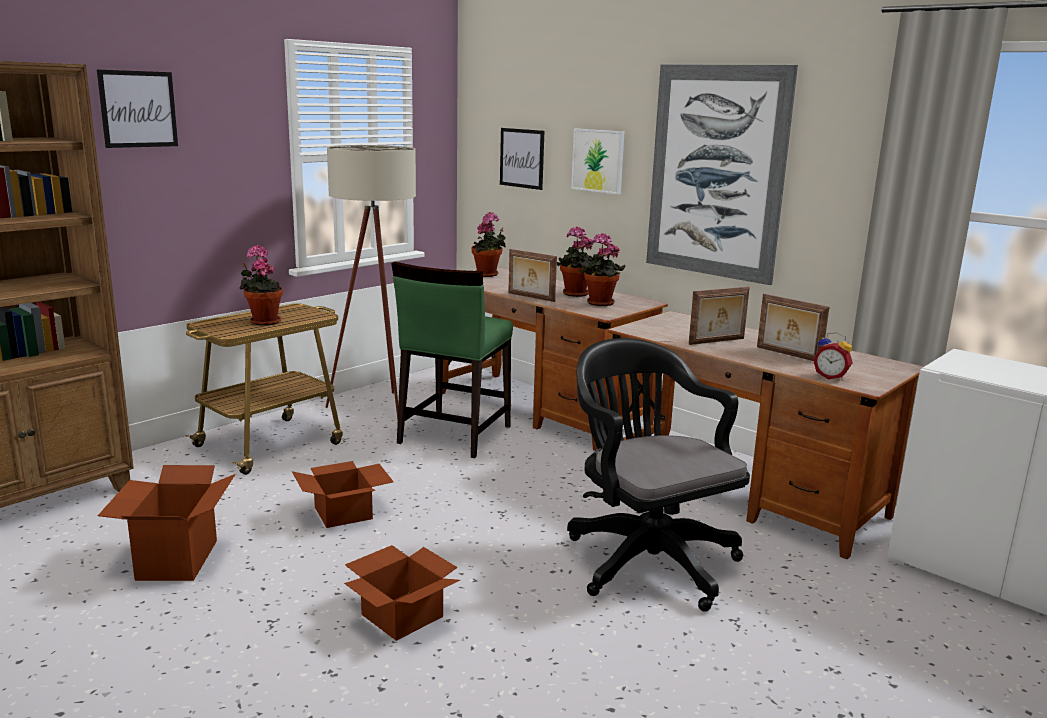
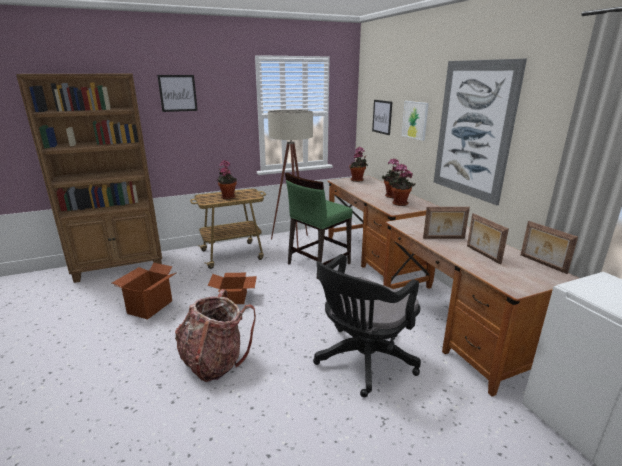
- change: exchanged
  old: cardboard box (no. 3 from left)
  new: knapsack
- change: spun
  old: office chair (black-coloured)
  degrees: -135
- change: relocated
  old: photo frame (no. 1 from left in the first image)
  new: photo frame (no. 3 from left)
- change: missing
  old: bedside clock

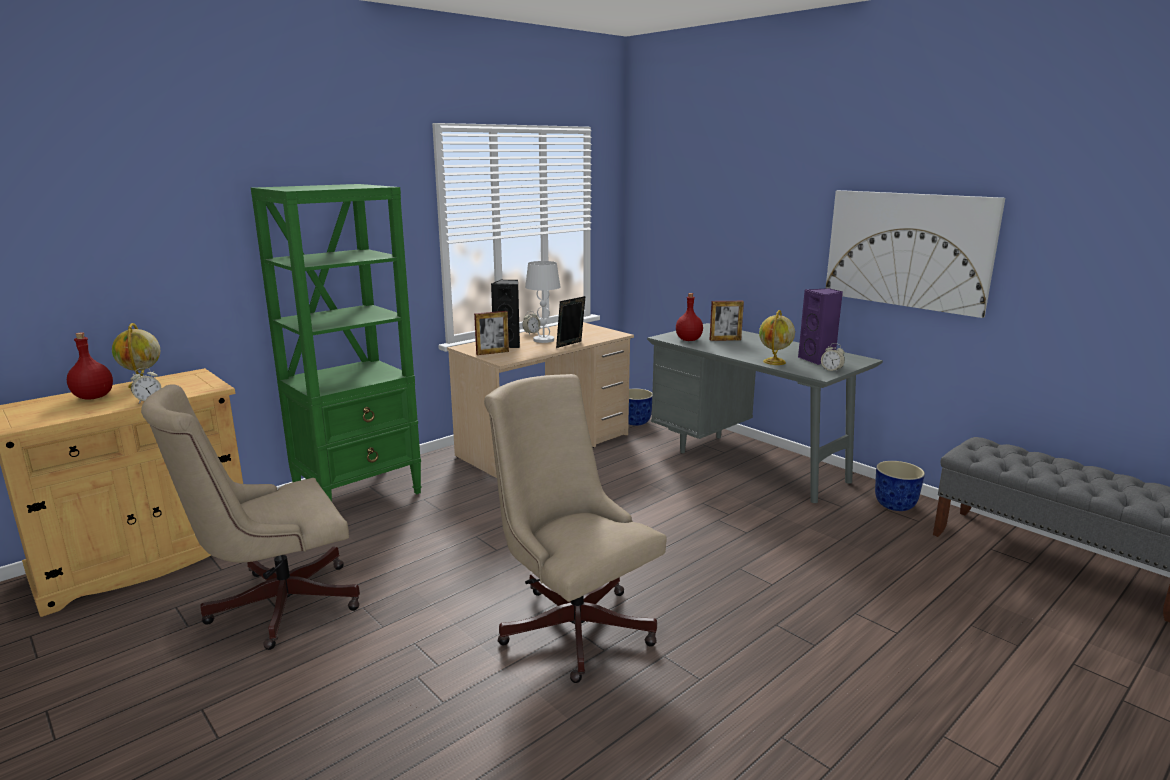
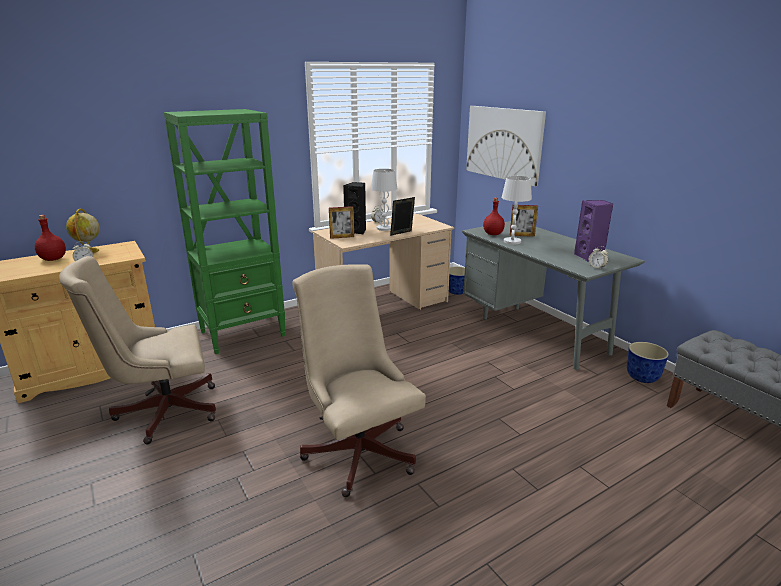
- change: relocated
  old: wall art
- change: appeared
  new: tabletop lamp (white-coloured) (no. 2 from left)
- change: missing
  old: globe (no. 2 from left)

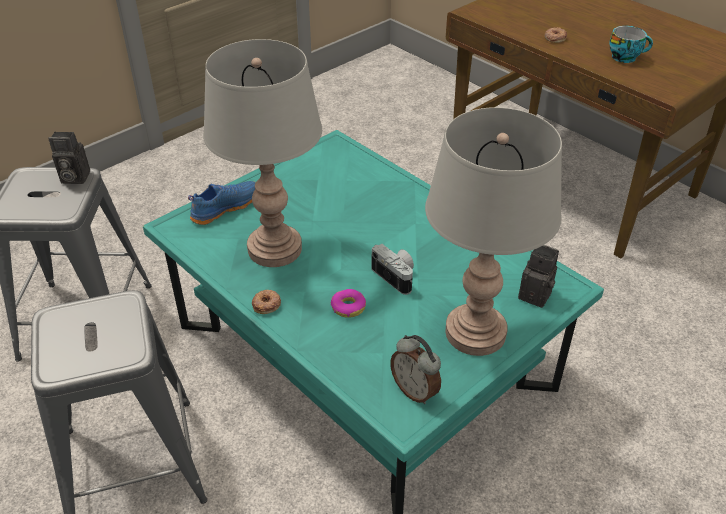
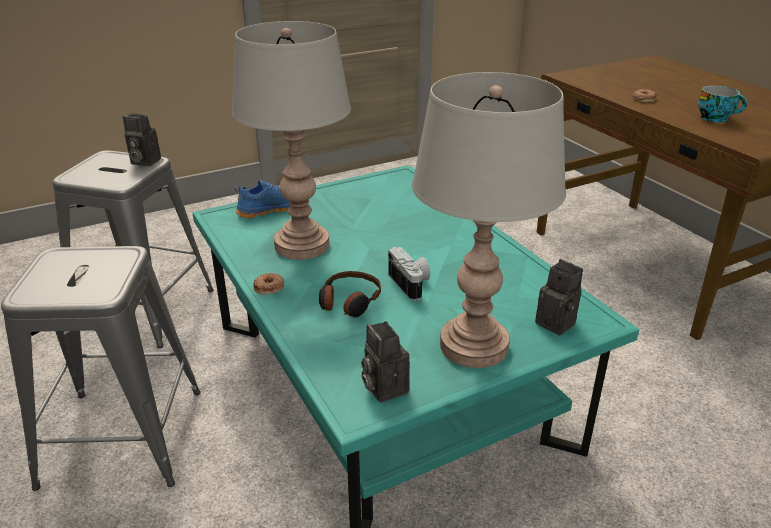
- change: exchanged
  old: donut (no. 2 from left)
  new: pair of headphones
- change: exchanged
  old: bedside clock
  new: photo camera (no. 2 from left)

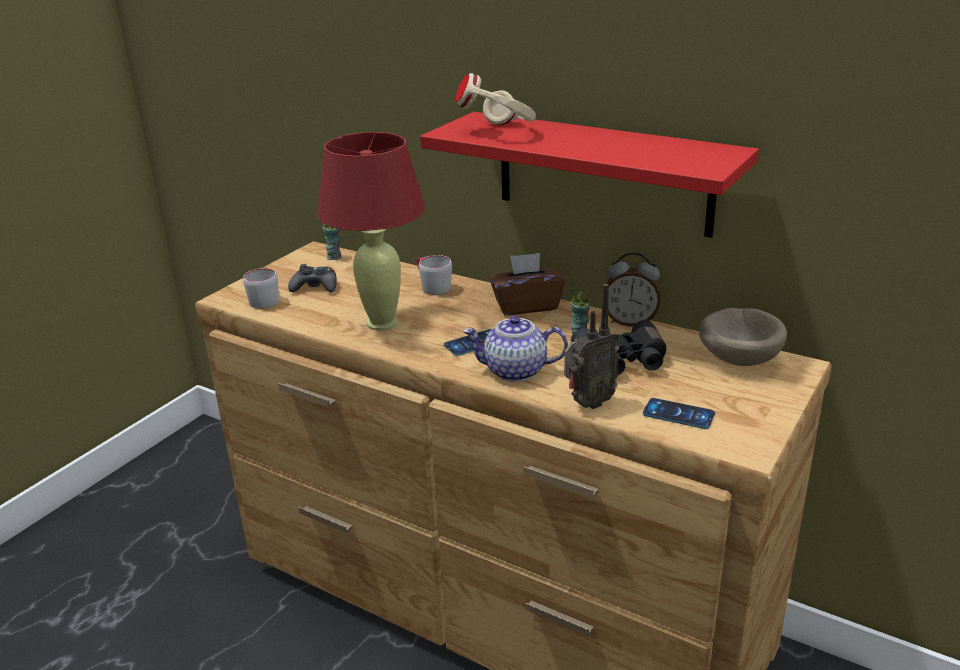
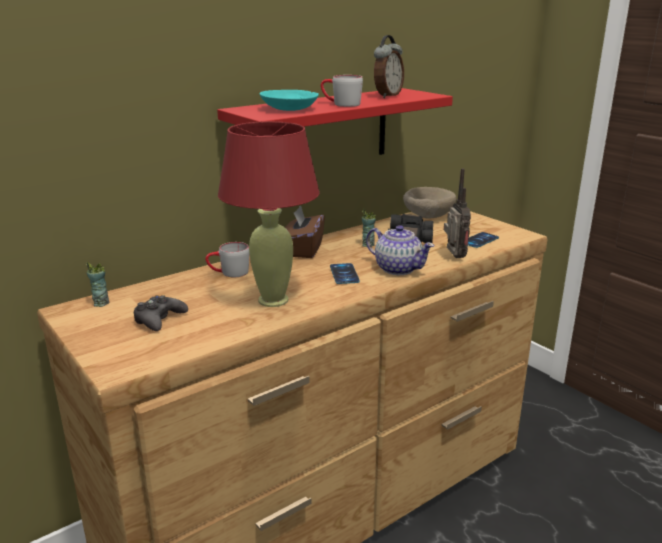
- change: exchanged
  old: pair of headphones (sand-coloured)
  new: deep dish (turquoise)
- change: relocated
  old: mug (grey) (no. 1 from left in the first image)
  new: mug (grey) (no. 2 from left)
- change: spun
  old: pot for tea
  degrees: -75
- change: relocated
  old: bedside clock

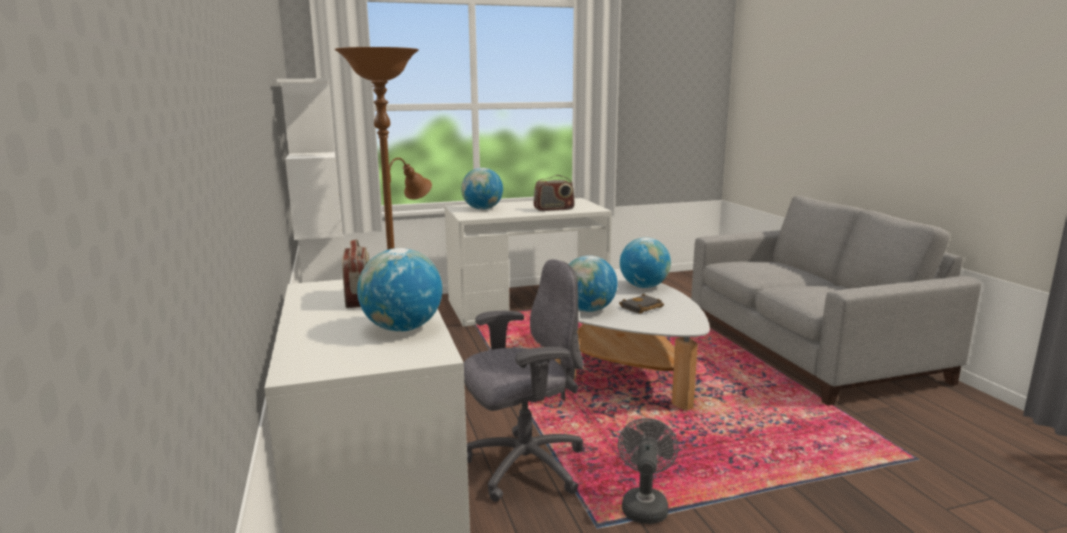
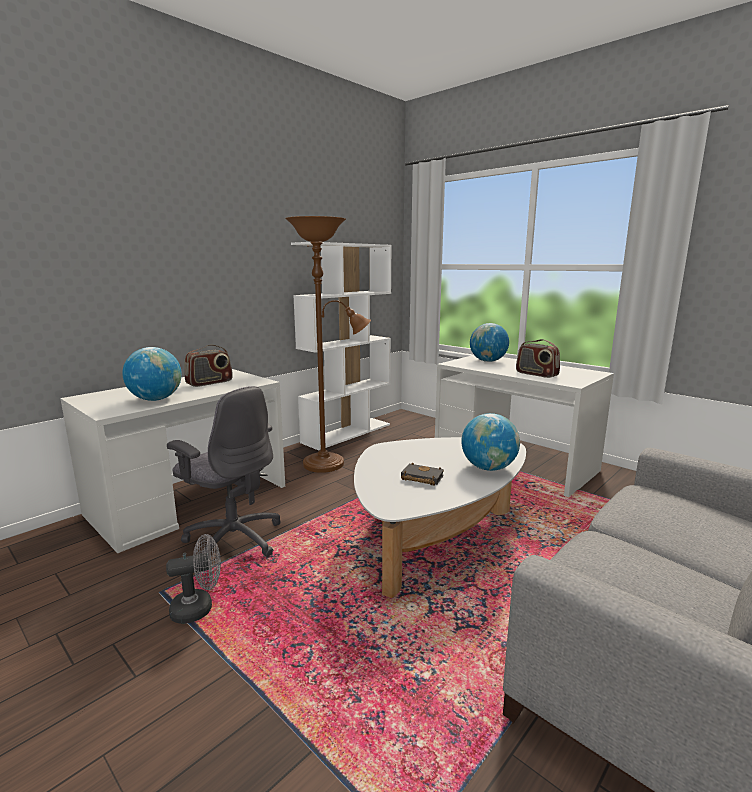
- change: missing
  old: globe (no. 3 from left)

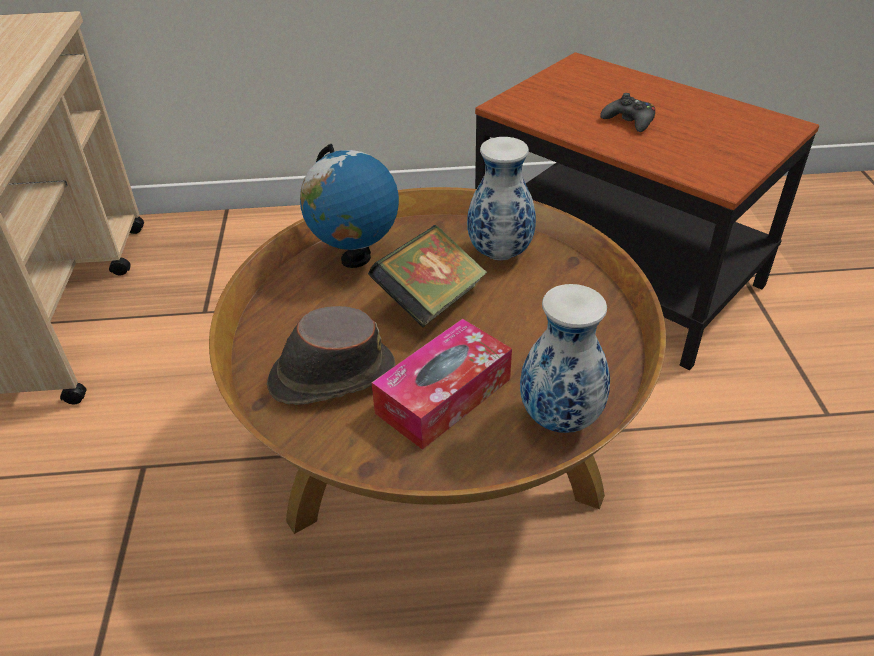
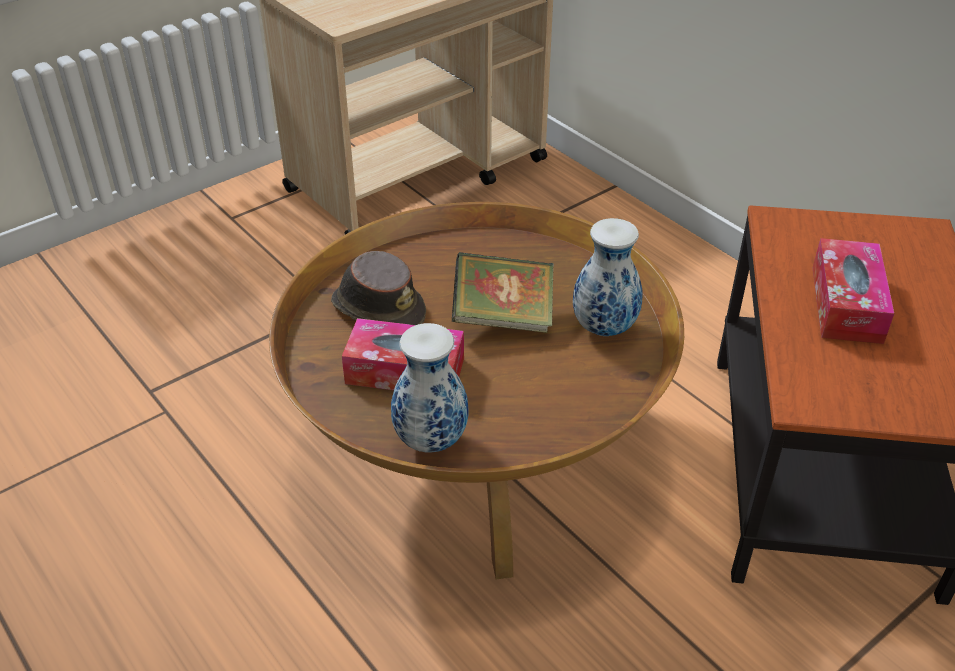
- change: exchanged
  old: gamepad (black-coloured)
  new: tissue box (no. 2 from left)
- change: missing
  old: globe

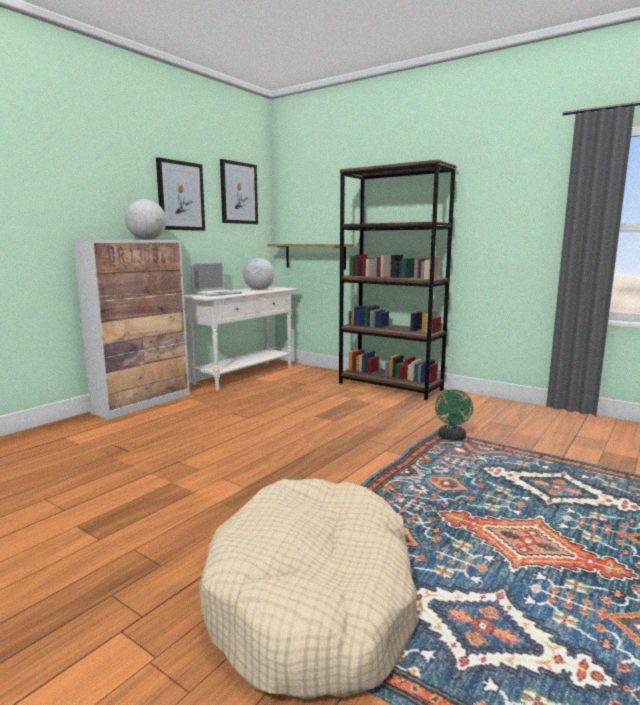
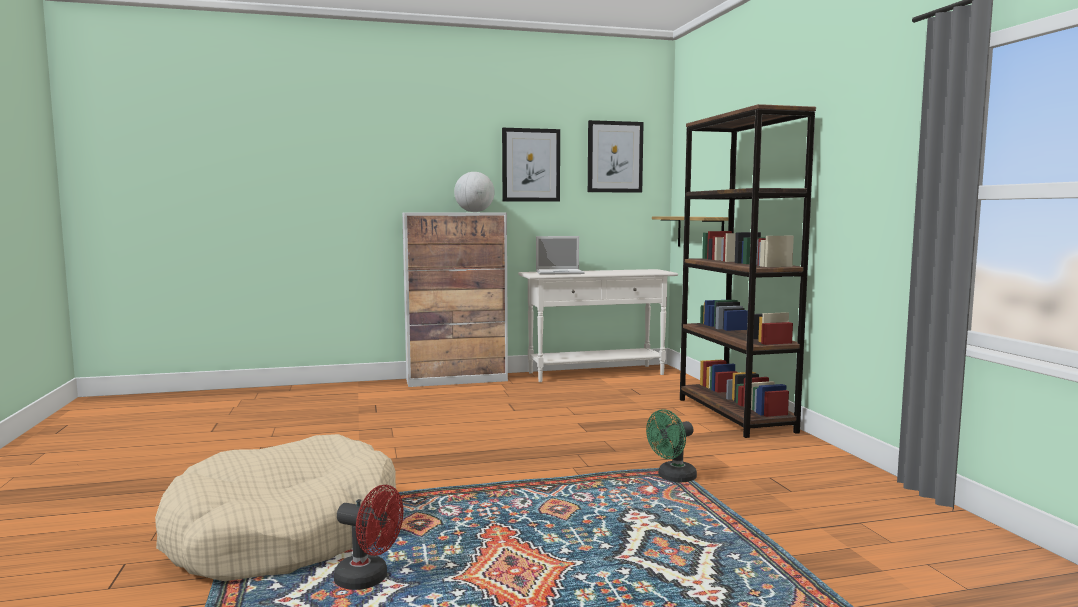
- change: appeared
  new: cooling fan (red)
- change: missing
  old: globe (no. 2 from left)

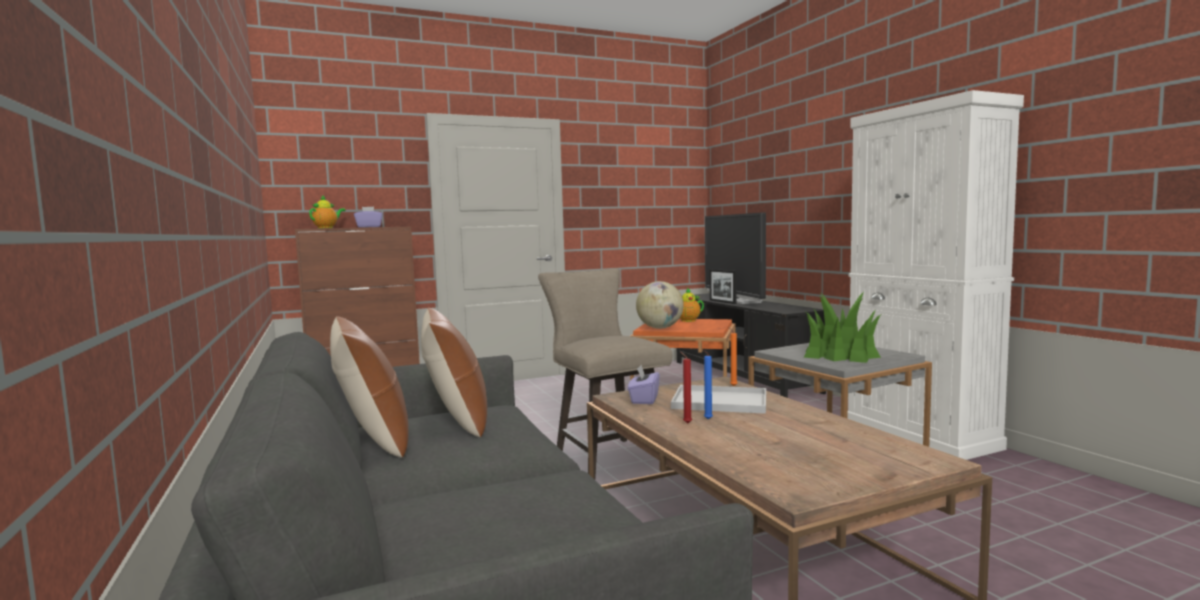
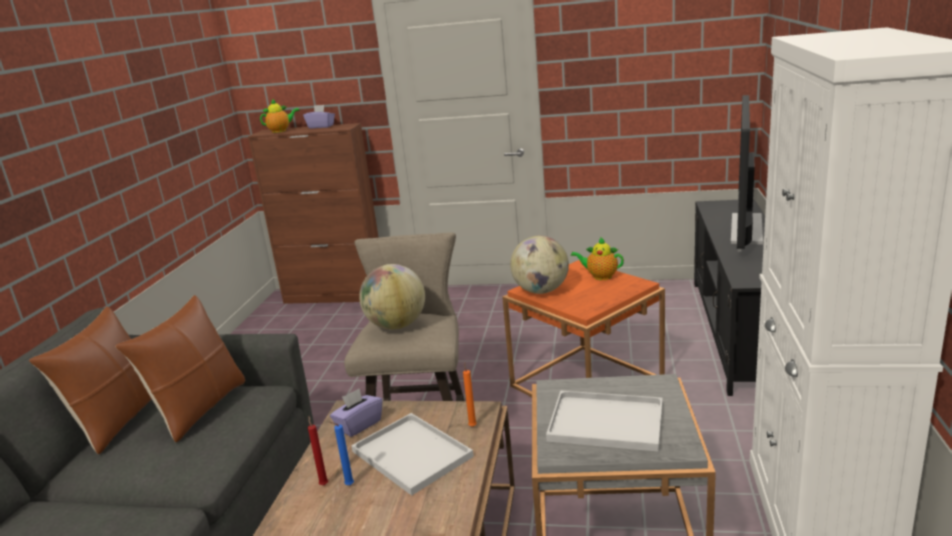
- change: appeared
  new: globe (no. 1 from left)
- change: exchanged
  old: houseplant
  new: serving tray (white-coloured) (no. 2 from left)
- change: missing
  old: photo frame

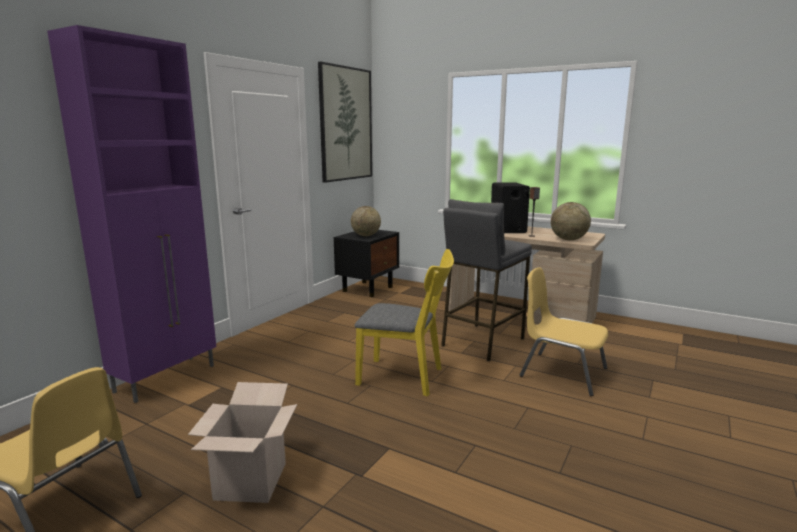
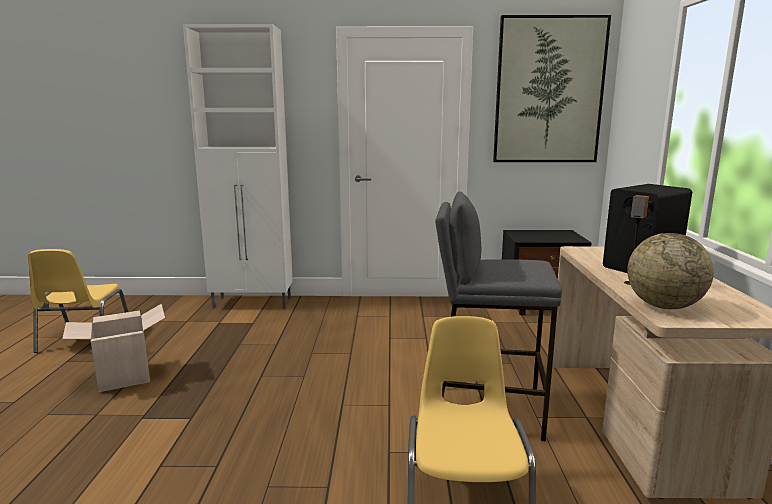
- change: colour
  old: storage cabinet (purplish)
  new: storage cabinet (white-coloured)
- change: missing
  old: globe (no. 1 from left)
- change: missing
  old: chair (yellow) (no. 2 from left)

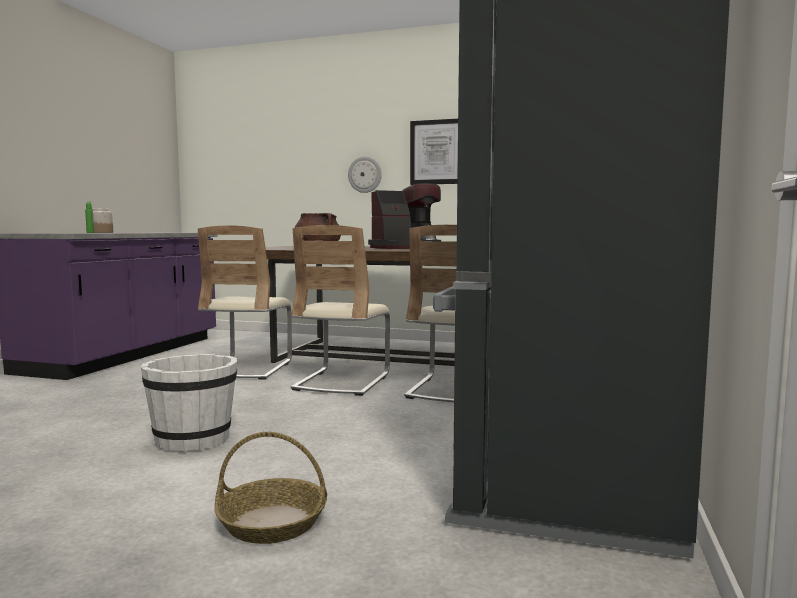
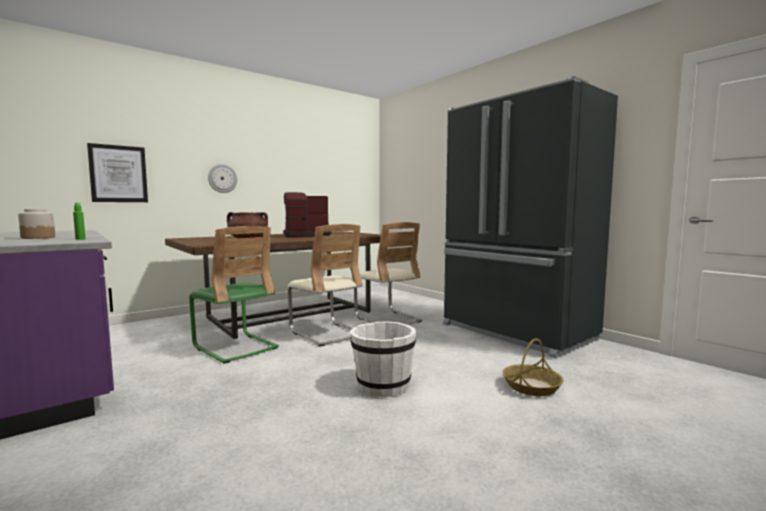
- change: relocated
  old: wall art
- change: colour
  old: chair (sand-coloured) (no. 1 from left)
  new: chair (green)
- change: spun
  old: coffee machine
  degrees: -120

